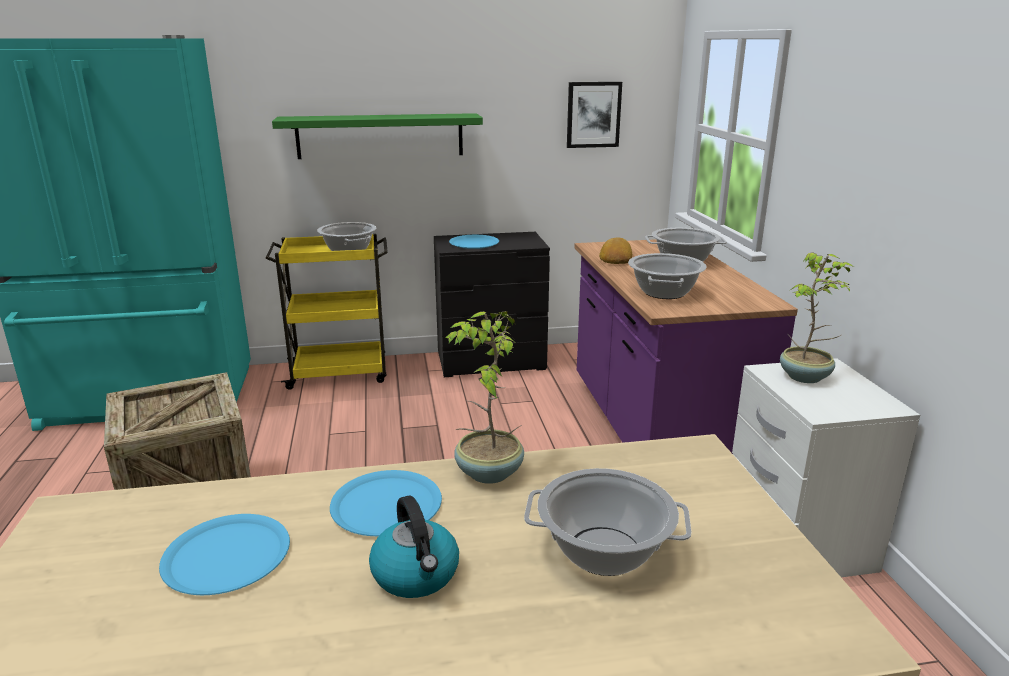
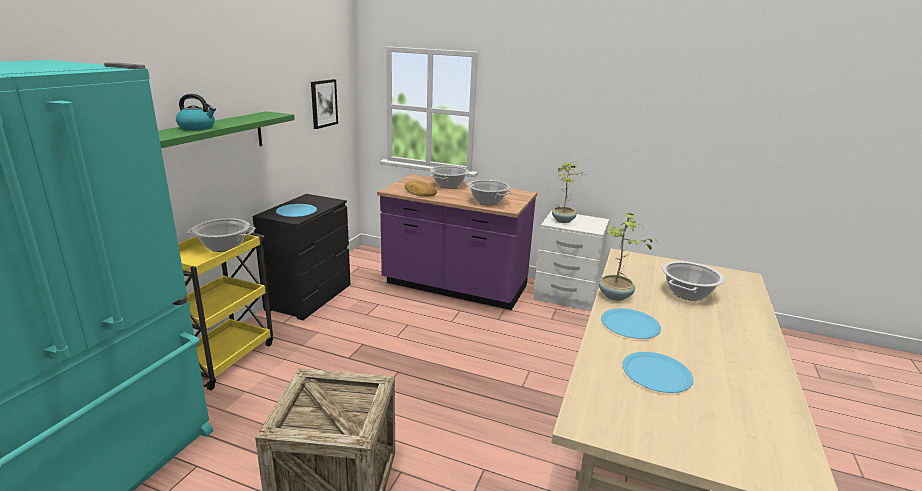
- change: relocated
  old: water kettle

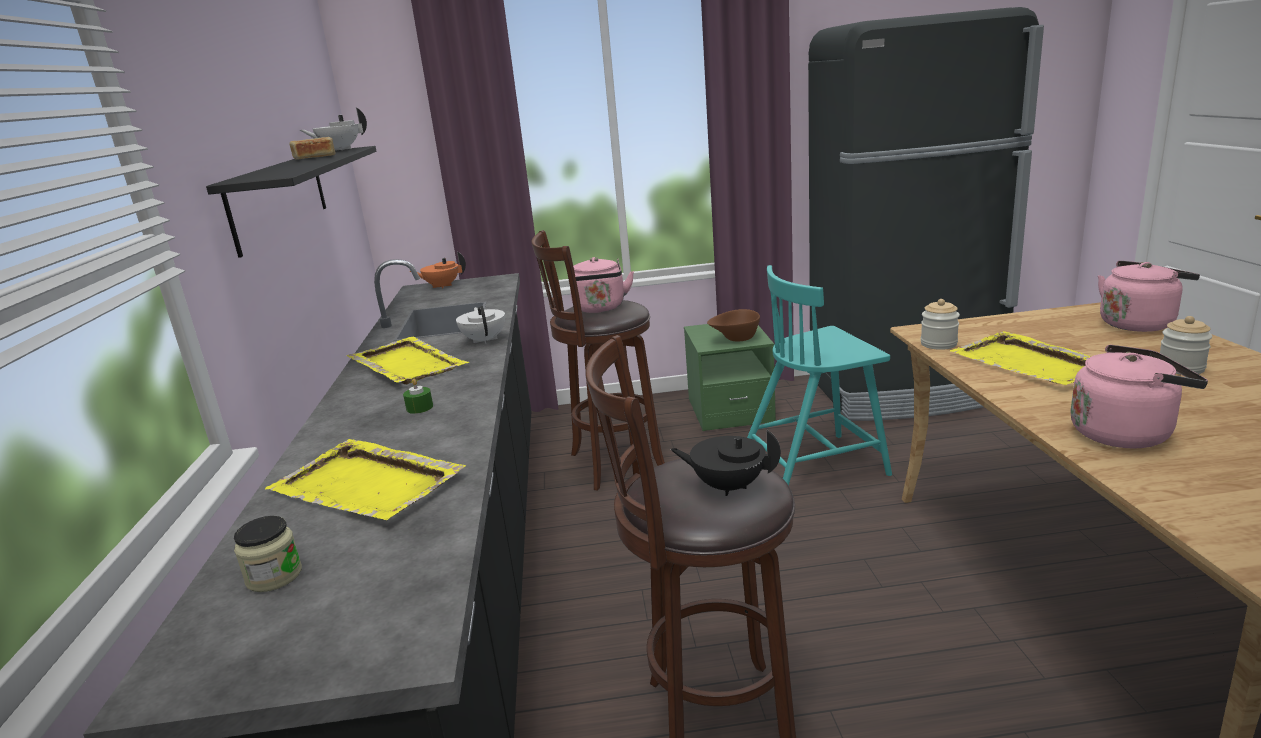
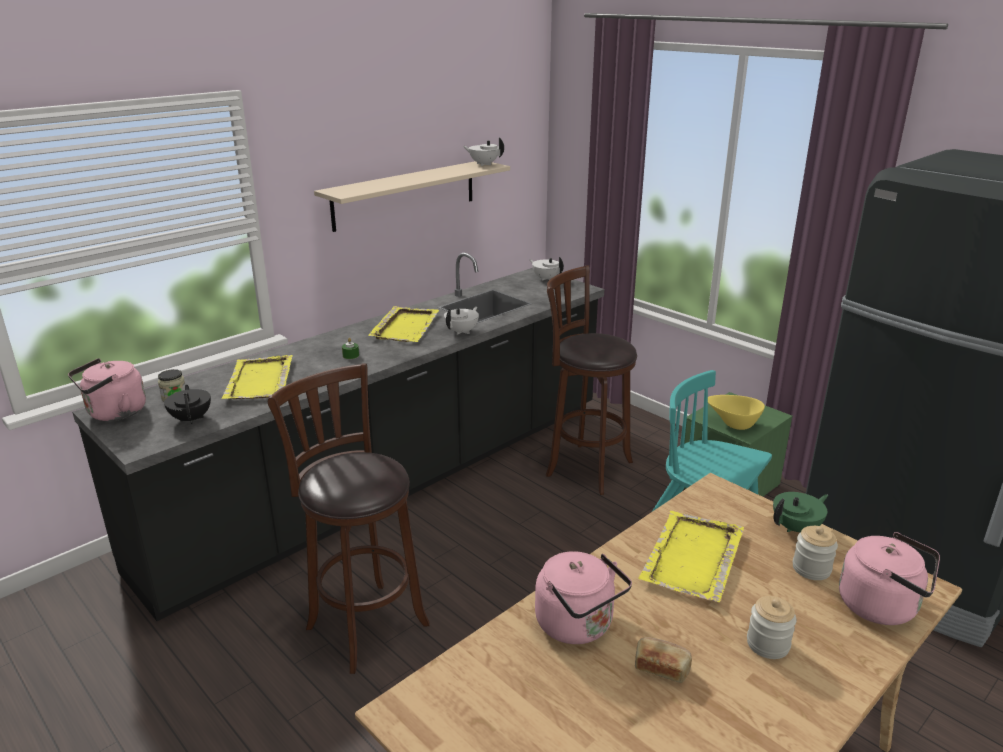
- change: relocated
  old: water kettle (pinkish) (no. 1 from left)
- change: relocated
  old: pot for tea (black-coloured)
- change: colour
  old: bracket shelf (black-coloured)
  new: bracket shelf (sand-coloured)
- change: colour
  old: pot for tea (orange)
  new: pot for tea (white-coloured) (no. 3 from left)
- change: relocated
  old: bakery bread
- change: colour
  old: deep dish (brown-coloured)
  new: deep dish (yellow)
- change: appeared
  new: pot for tea (green)
- change: relocated
  old: jar (no. 2 from left in the first image)
  new: jar (no. 3 from left)

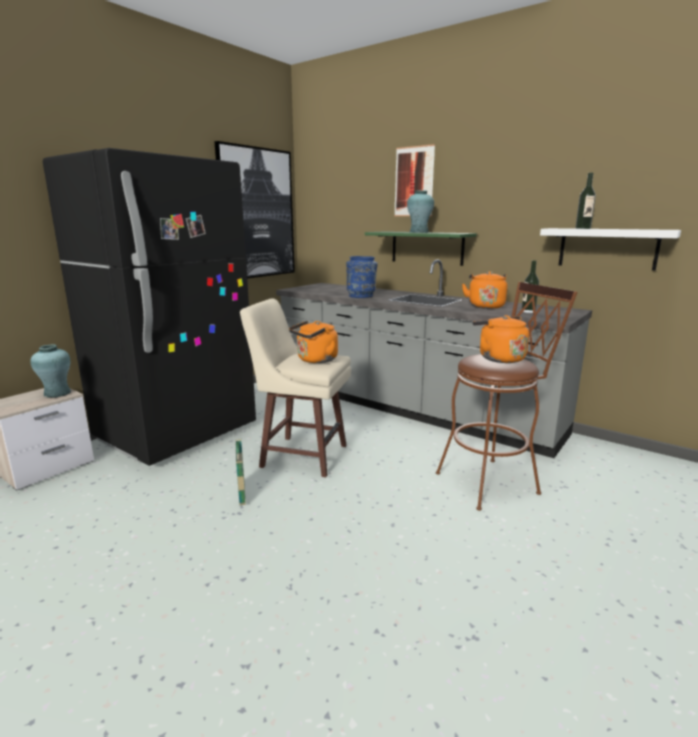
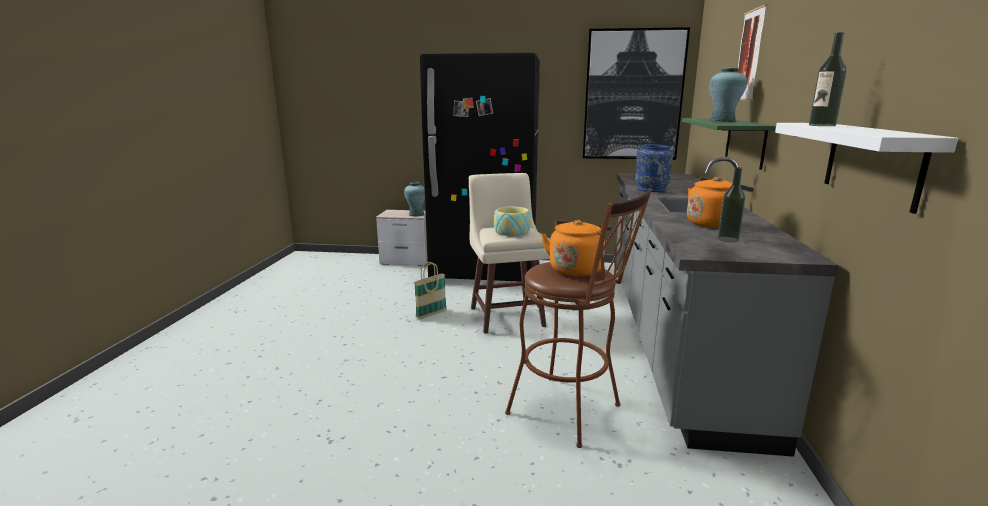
- change: exchanged
  old: water kettle (orange) (no. 1 from left)
  new: deep dish

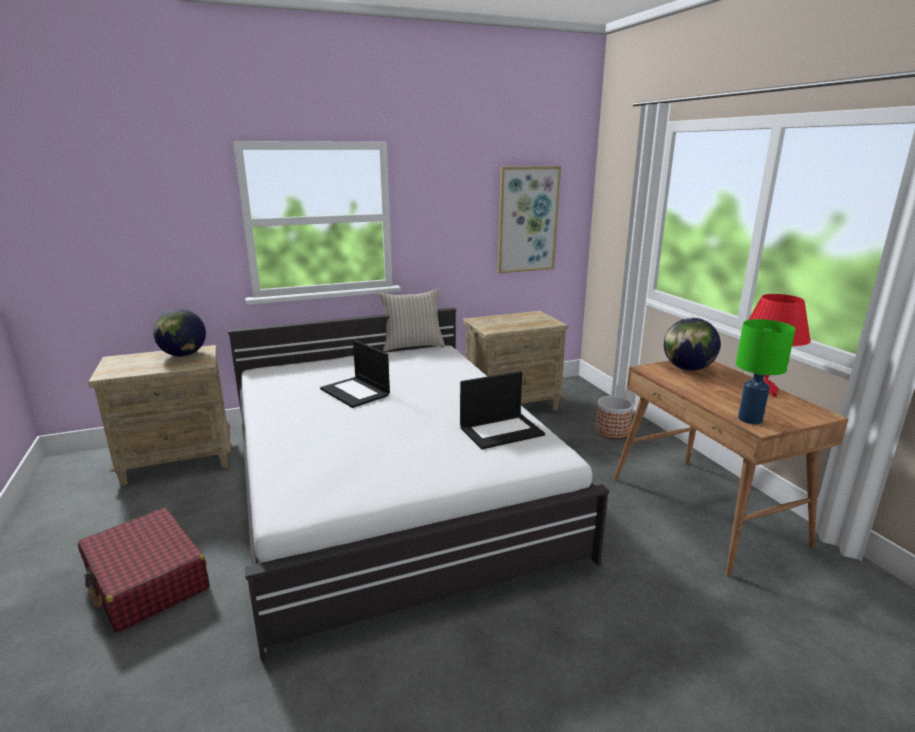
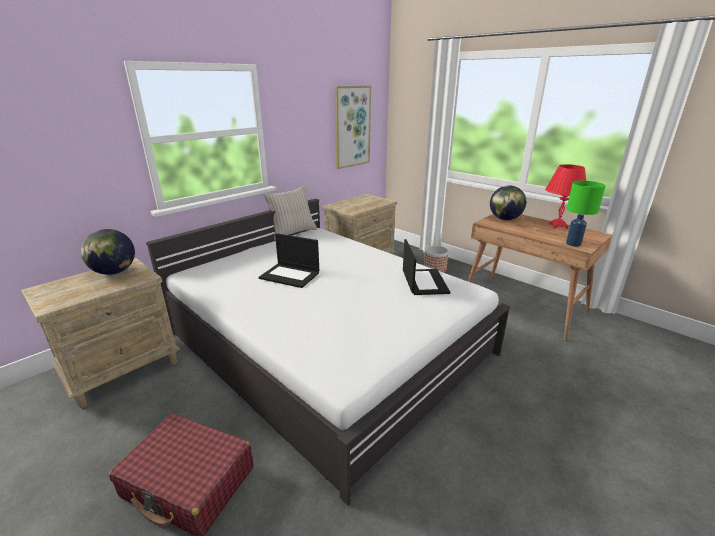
- change: spun
  old: laptop (no. 2 from left)
  degrees: -45

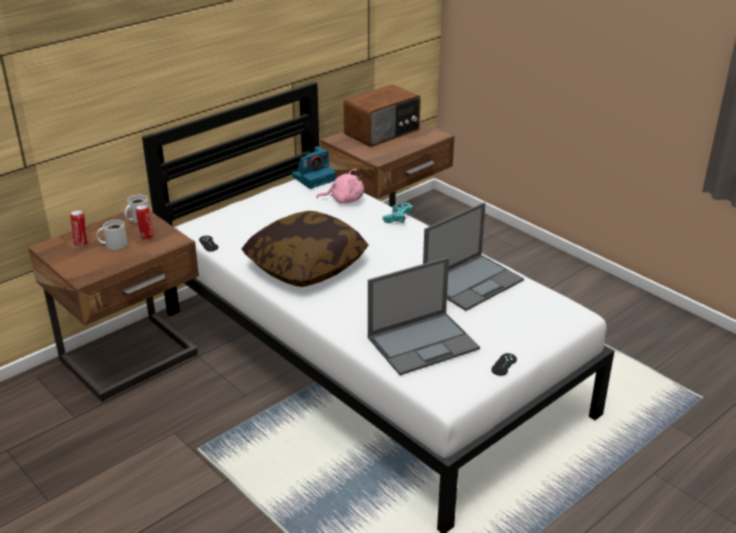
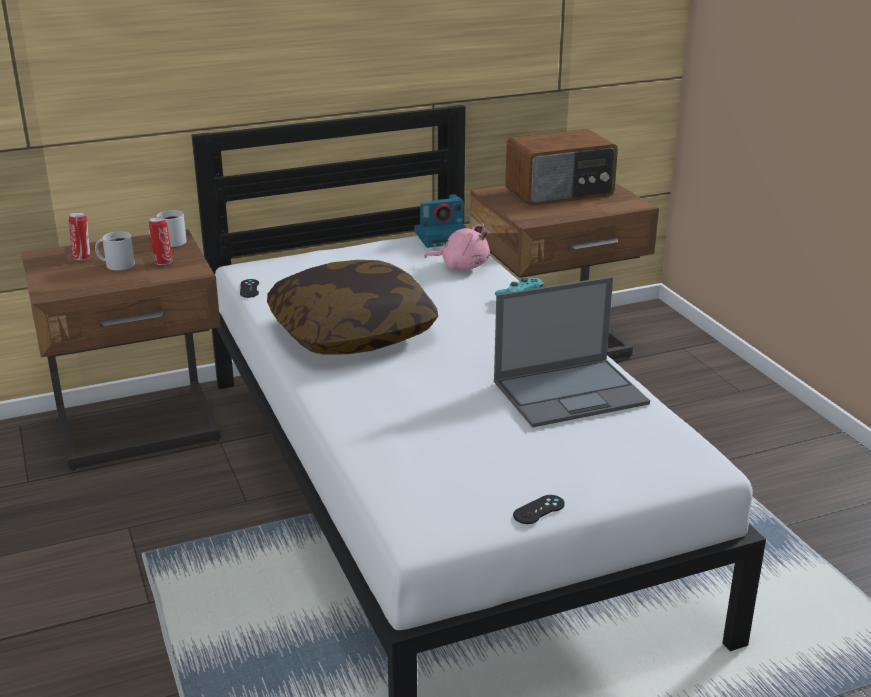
- change: missing
  old: laptop (no. 1 from left)

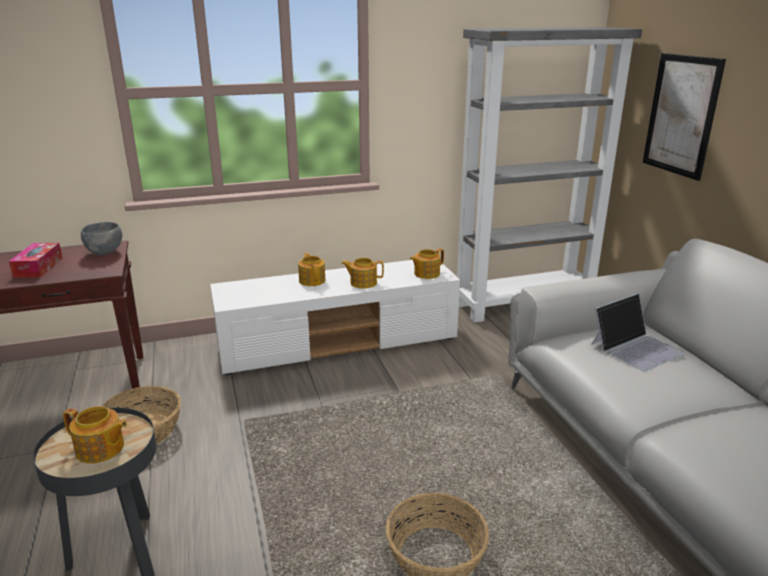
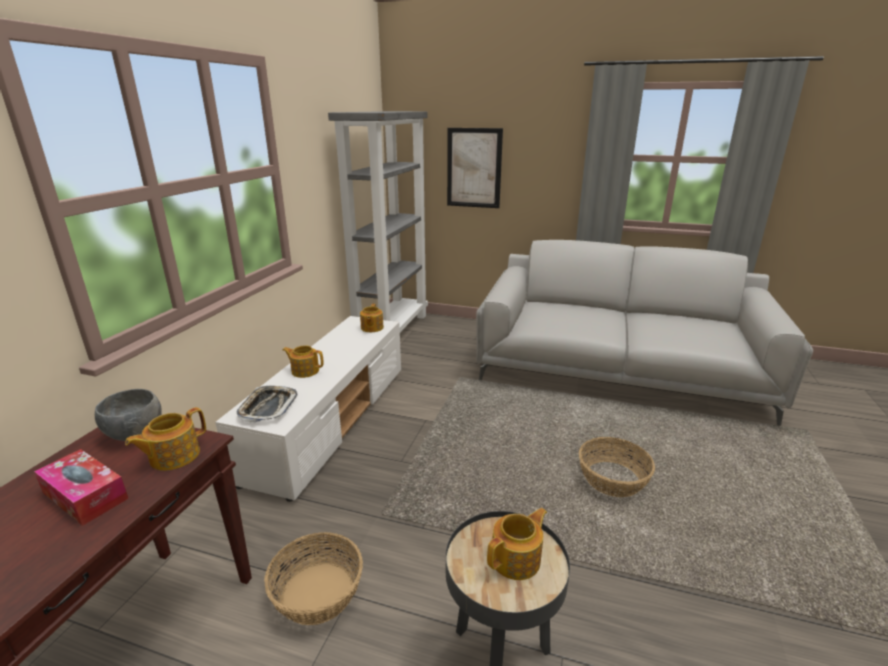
- change: relocated
  old: pot for tea (no. 3 from left in the first image)
  new: pot for tea (no. 1 from left)
- change: appeared
  new: serving tray
- change: missing
  old: laptop

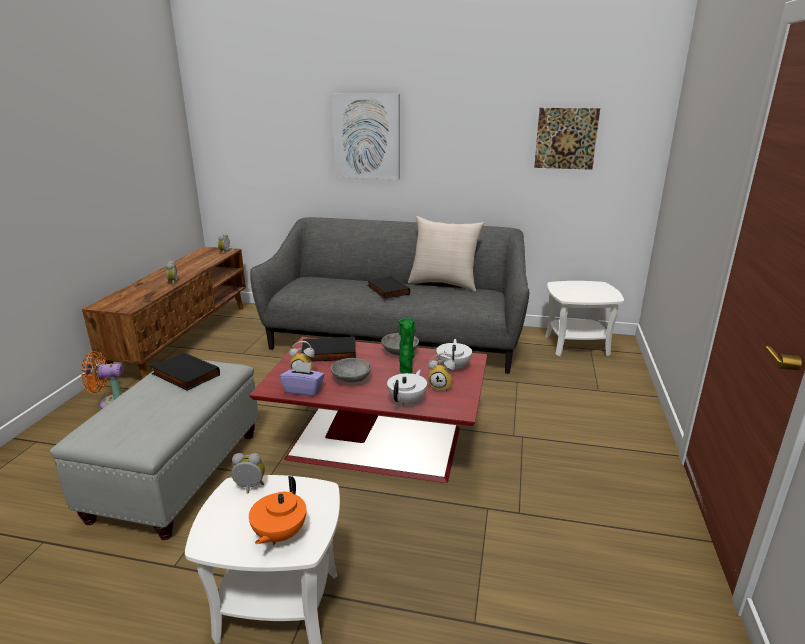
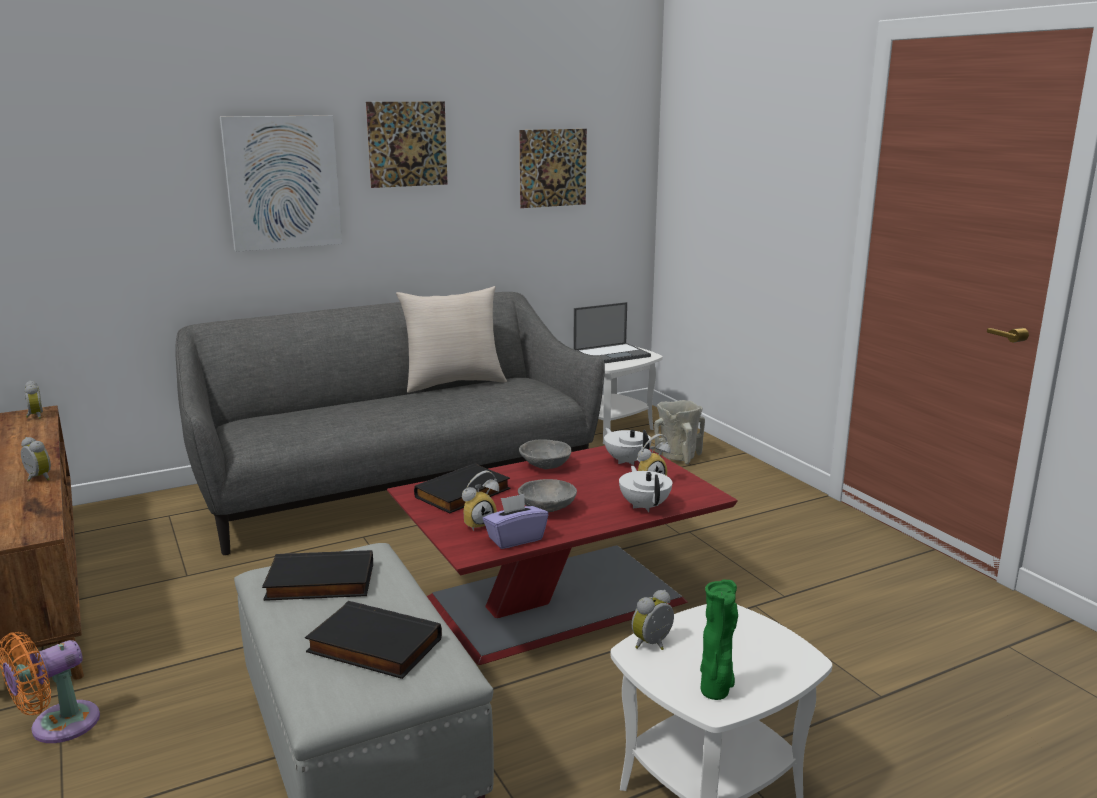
- change: relocated
  old: bound book (black-coloured) (no. 3 from left in the first image)
  new: bound book (black-coloured) (no. 2 from left)
- change: appeared
  new: wall art (no. 2 from left)
- change: appeared
  new: laptop
- change: appeared
  new: decorative vase (sand-coloured)
- change: relocated
  old: decorative vase (green)
- change: missing
  old: pot for tea (orange)

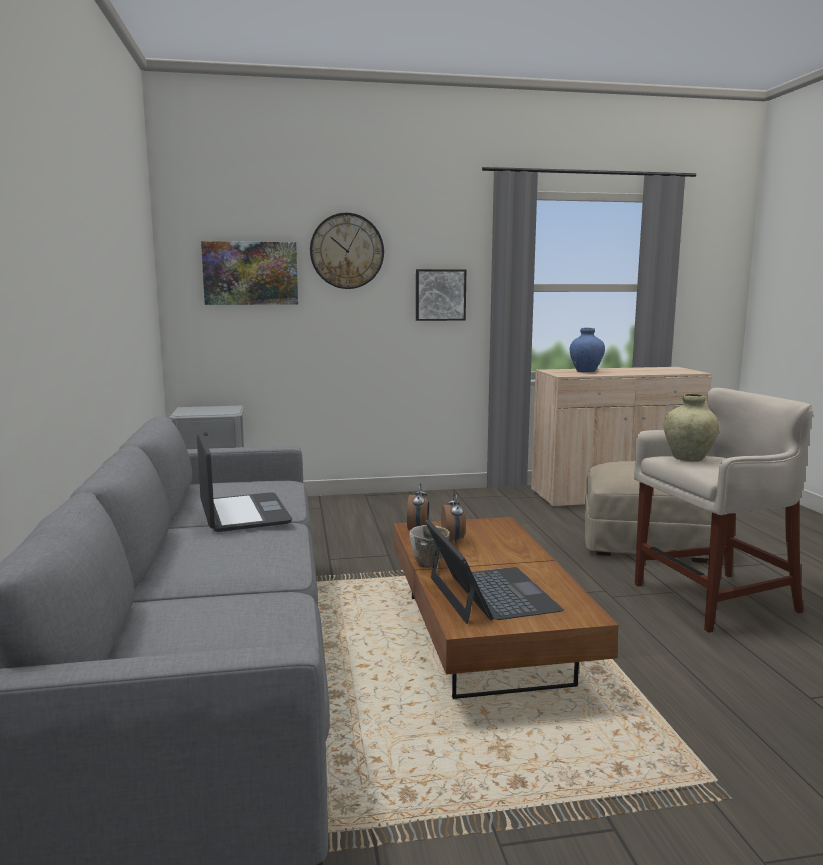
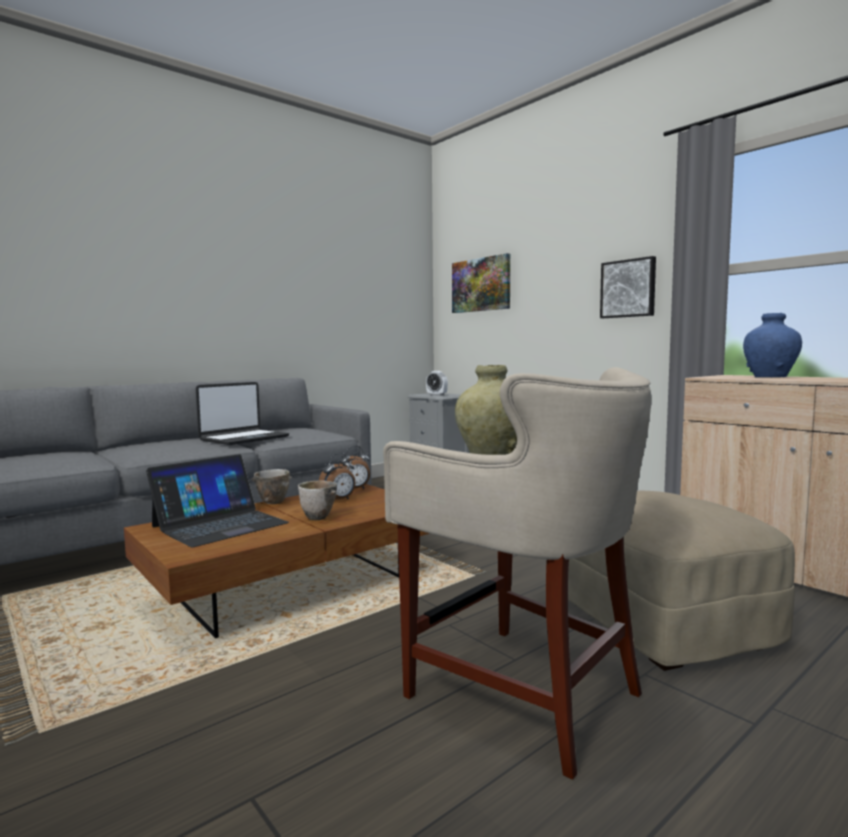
- change: appeared
  new: deep dish (no. 2 from left)
- change: appeared
  new: bedside clock (no. 3 from left)
- change: missing
  old: hanging clock

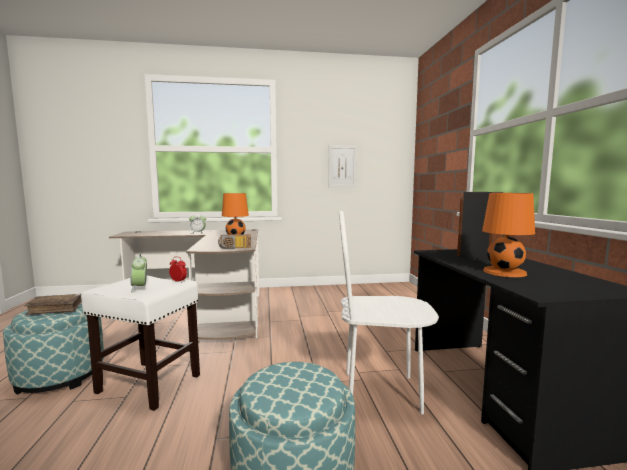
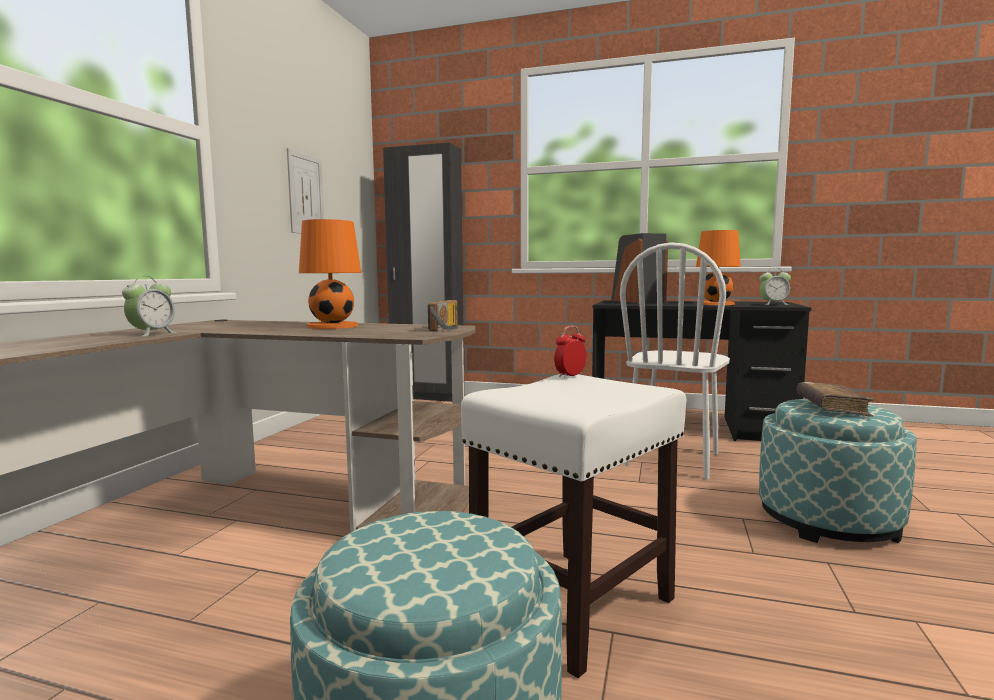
- change: appeared
  new: clothes cupboard (black-coloured)
- change: relocated
  old: bedside clock (no. 1 from left in the first image)
  new: bedside clock (no. 3 from left)
- change: relocated
  old: bound book (brown-coloured)

